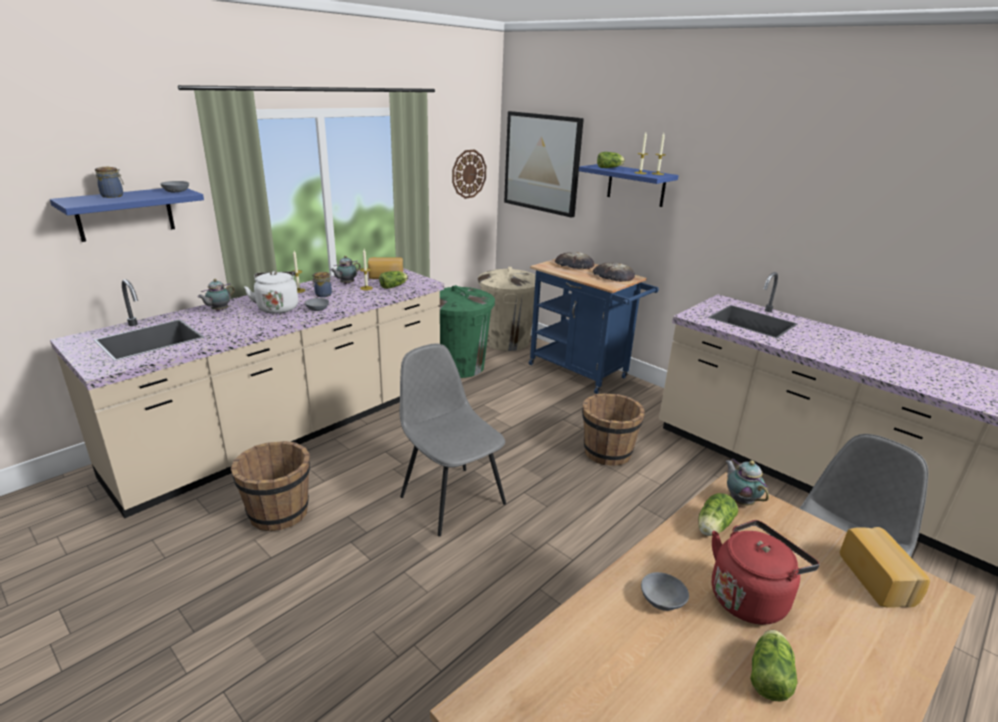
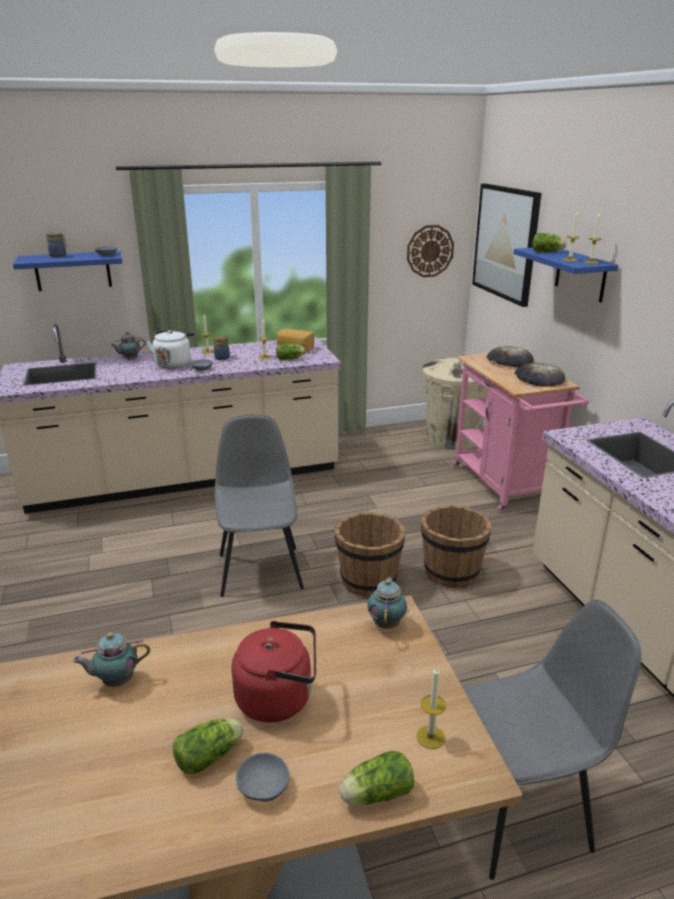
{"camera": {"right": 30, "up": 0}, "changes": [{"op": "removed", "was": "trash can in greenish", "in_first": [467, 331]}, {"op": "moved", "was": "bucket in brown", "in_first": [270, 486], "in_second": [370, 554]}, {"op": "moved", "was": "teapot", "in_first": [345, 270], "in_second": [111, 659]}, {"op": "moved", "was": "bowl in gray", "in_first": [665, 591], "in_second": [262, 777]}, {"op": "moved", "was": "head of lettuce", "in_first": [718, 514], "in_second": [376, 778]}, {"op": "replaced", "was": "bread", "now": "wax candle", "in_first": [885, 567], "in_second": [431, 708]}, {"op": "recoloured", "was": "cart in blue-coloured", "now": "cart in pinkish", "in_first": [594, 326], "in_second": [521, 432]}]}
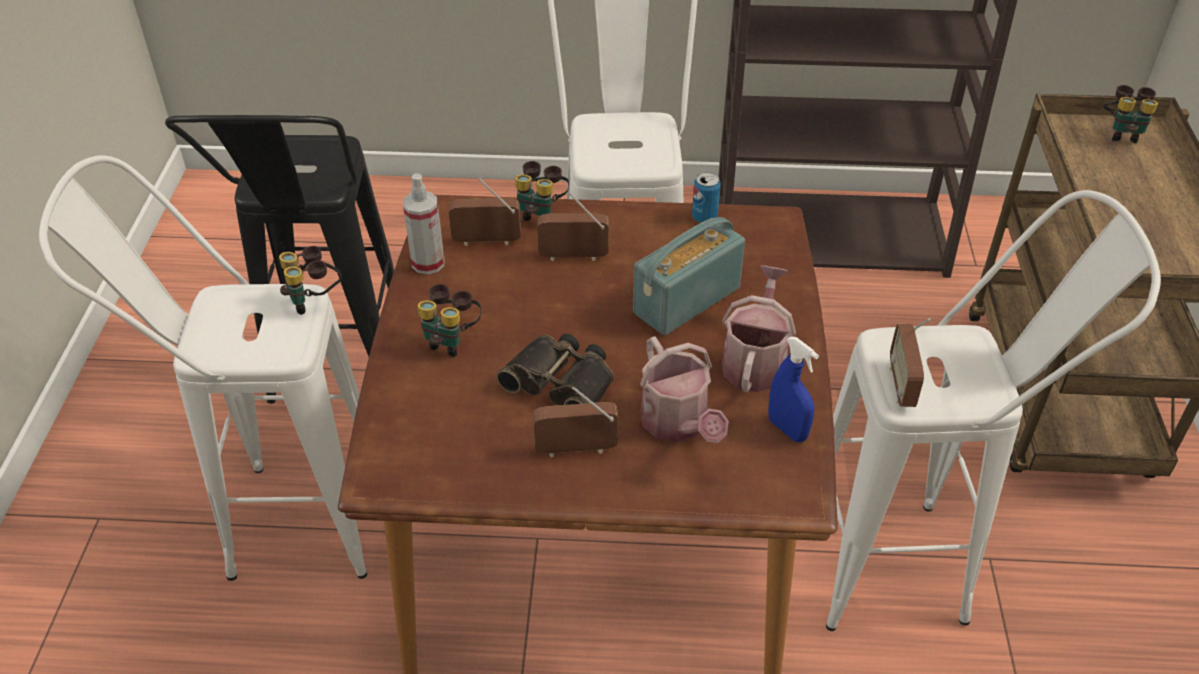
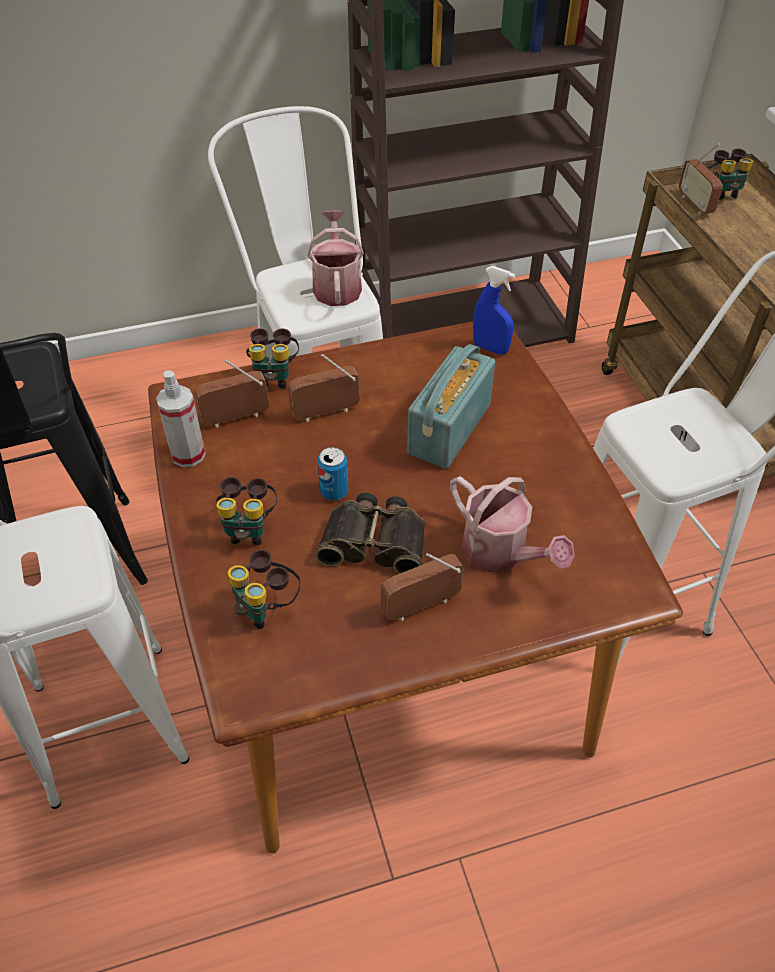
{"camera": {"right": -20, "up": 5}, "changes": [{"op": "moved", "was": "field glasses", "in_first": [310, 280], "in_second": [263, 589]}, {"op": "moved", "was": "can", "in_first": [706, 197], "in_second": [332, 473]}, {"op": "moved", "was": "sprinkling can", "in_first": [759, 328], "in_second": [335, 258]}, {"op": "moved", "was": "sprayer in blue-coloured", "in_first": [793, 389], "in_second": [494, 310]}, {"op": "moved", "was": "radio set", "in_first": [910, 362], "in_second": [701, 179]}]}
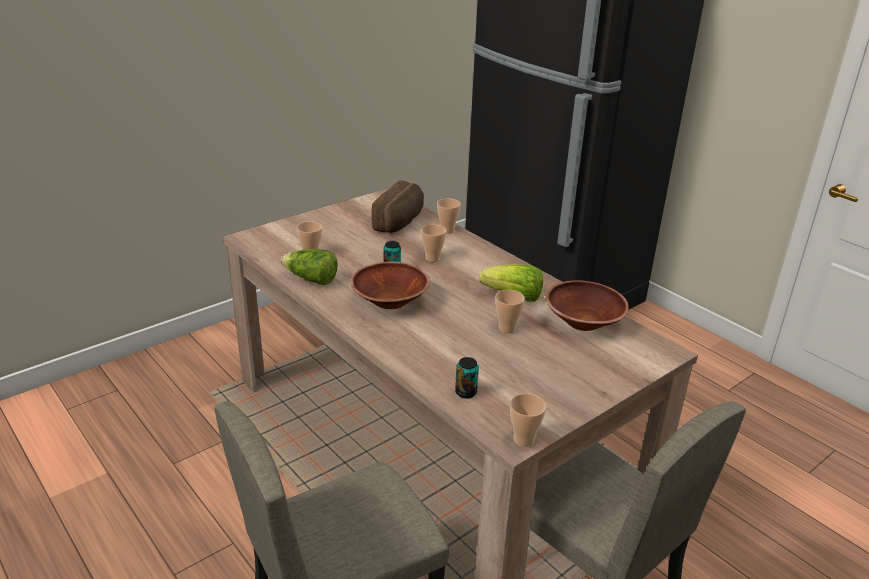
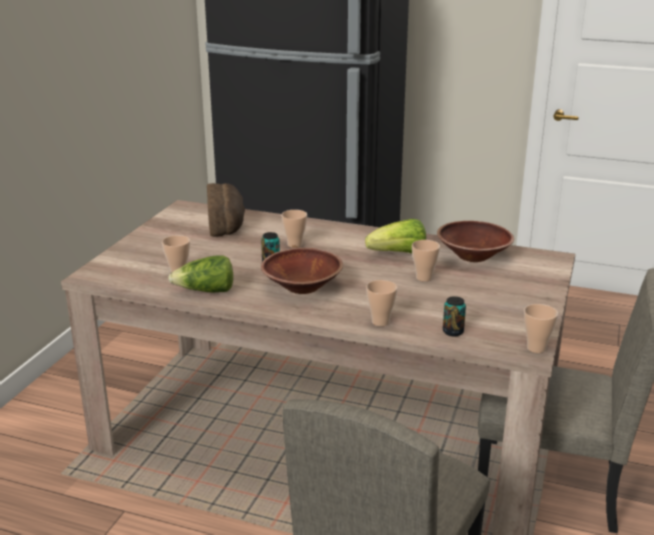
{"camera": {"right": -30, "up": -5}, "changes": [{"op": "moved", "was": "drinking cup", "in_first": [449, 216], "in_second": [381, 303]}]}
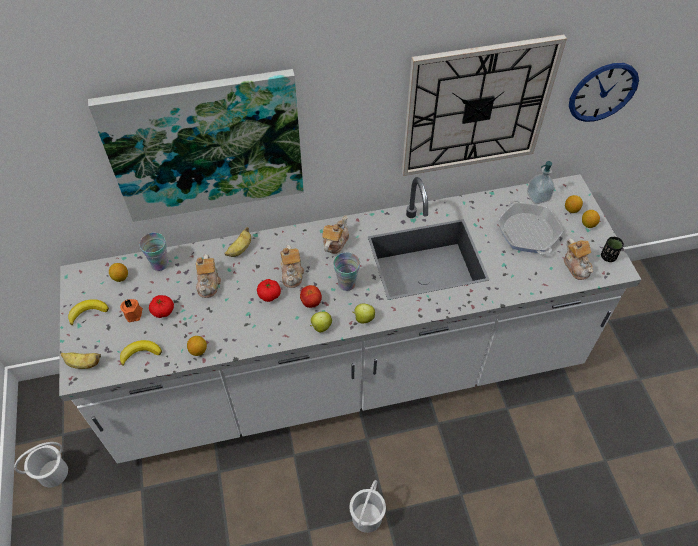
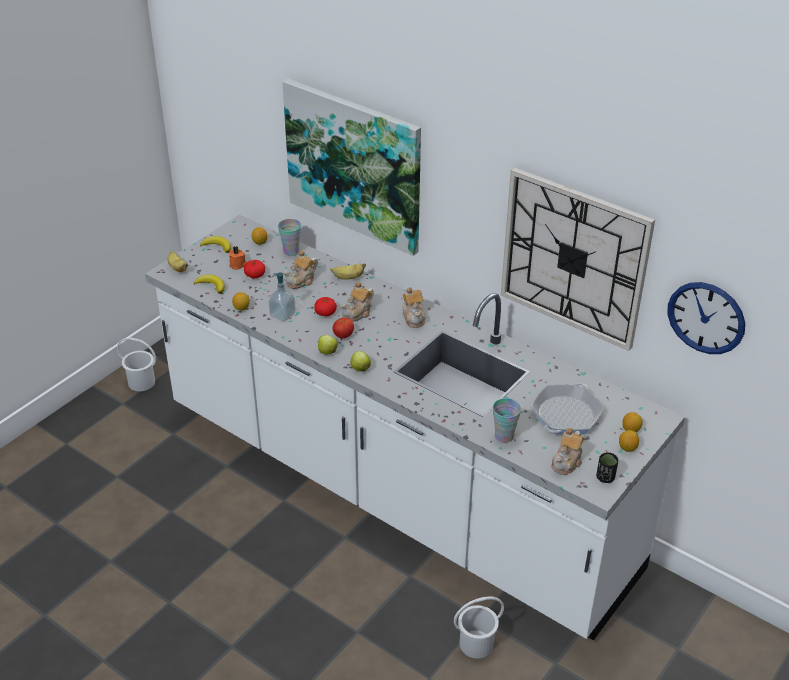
{"camera": {"right": 50, "up": -15}, "changes": [{"op": "moved", "was": "drinking cup", "in_first": [347, 271], "in_second": [507, 420]}, {"op": "moved", "was": "bucket in whitish", "in_first": [367, 506], "in_second": [479, 627]}, {"op": "moved", "was": "soap bottle", "in_first": [541, 182], "in_second": [282, 296]}, {"op": "turned", "was": "teapot", "in_first": [335, 234], "in_second": [414, 307], "clockwise": 90}]}
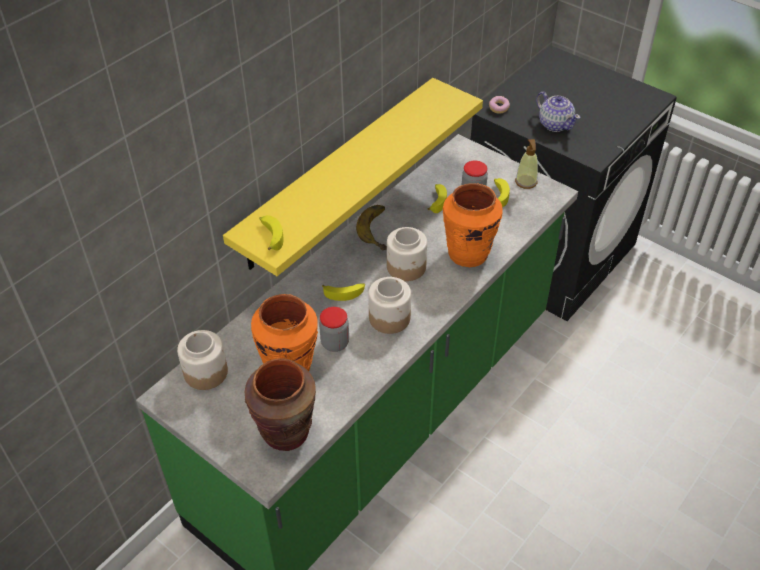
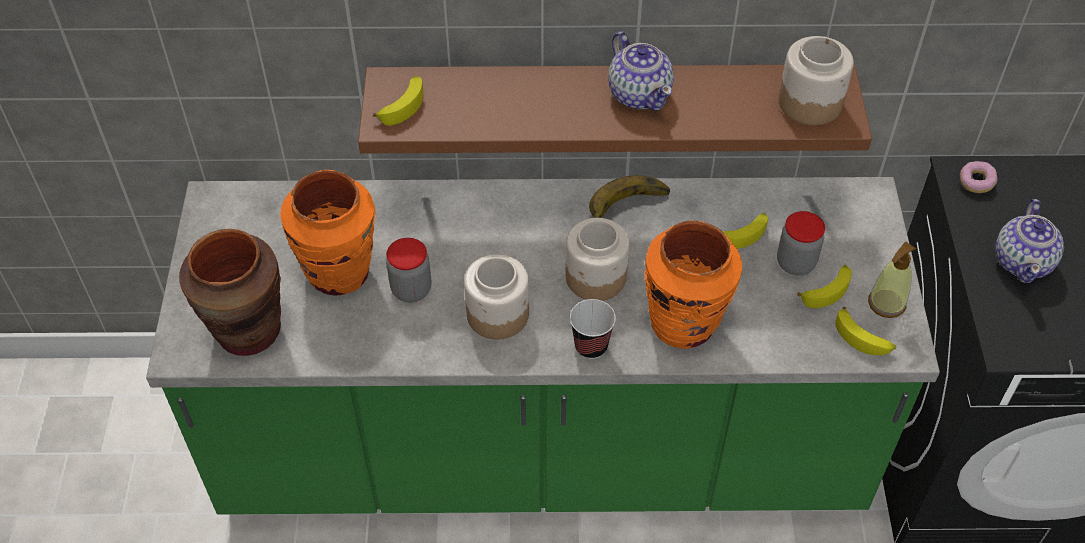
{"camera": {"right": 50, "up": 5}, "changes": [{"op": "added", "now": "drinking cup", "in_second": [593, 329]}, {"op": "added", "now": "teapot", "in_second": [641, 71]}, {"op": "moved", "was": "jar", "in_first": [202, 360], "in_second": [816, 80]}, {"op": "moved", "was": "banana fruit", "in_first": [343, 292], "in_second": [865, 331]}, {"op": "recoloured", "was": "shelf in yellow-coloured", "now": "shelf in brown", "in_first": [353, 177], "in_second": [615, 108]}]}
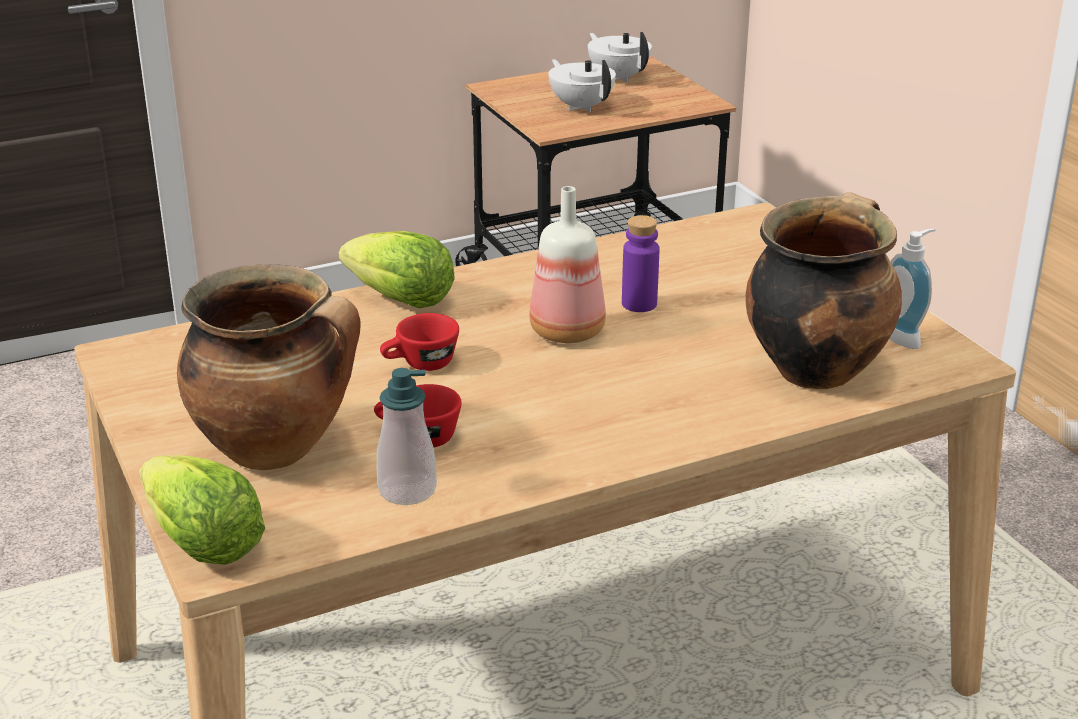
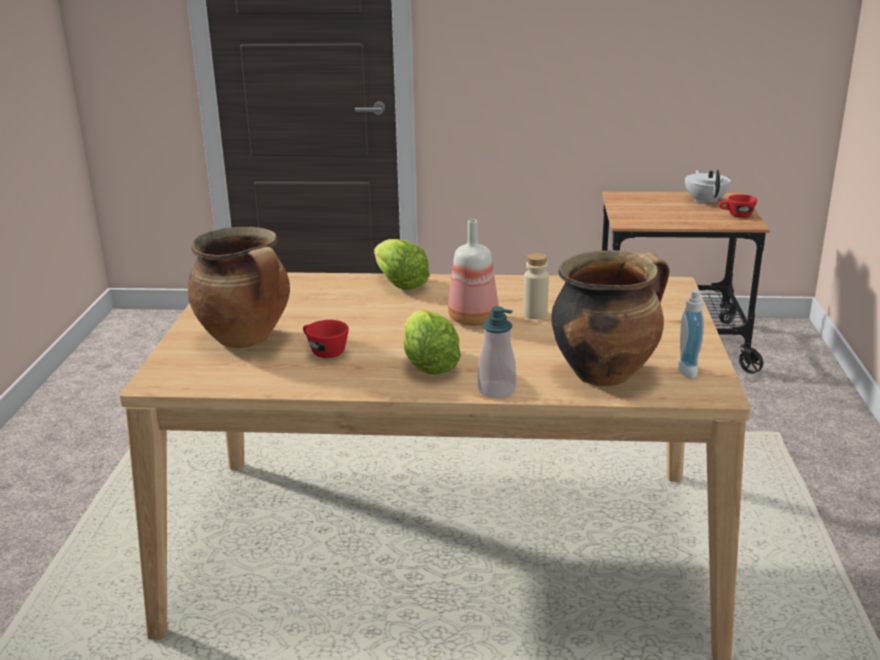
{"camera": {"right": 30, "up": -5}, "changes": [{"op": "removed", "was": "teapot in whitish", "in_first": [582, 85]}, {"op": "moved", "was": "head of lettuce", "in_first": [202, 510], "in_second": [432, 341]}, {"op": "moved", "was": "soap bottle", "in_first": [407, 436], "in_second": [497, 352]}, {"op": "moved", "was": "drinking cup in red", "in_first": [419, 342], "in_second": [738, 206]}, {"op": "recoloured", "was": "bottle in purple-coloured", "now": "bottle in beige", "in_first": [640, 263], "in_second": [536, 286]}]}
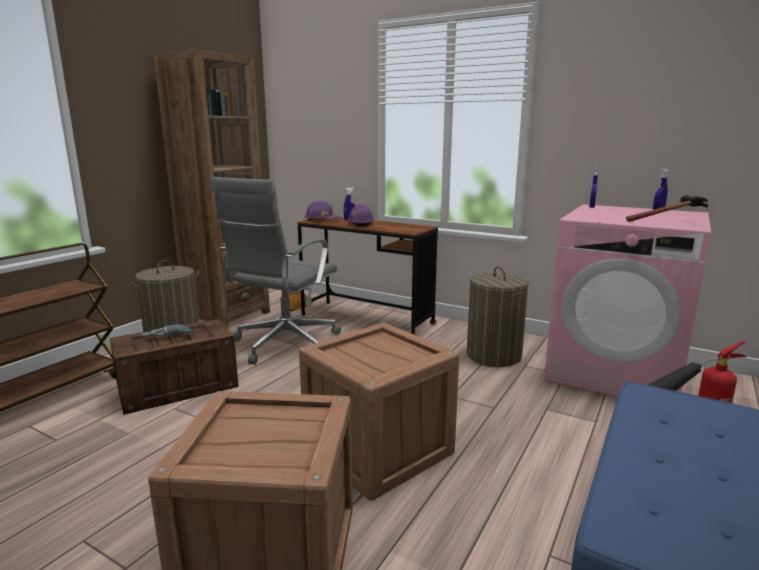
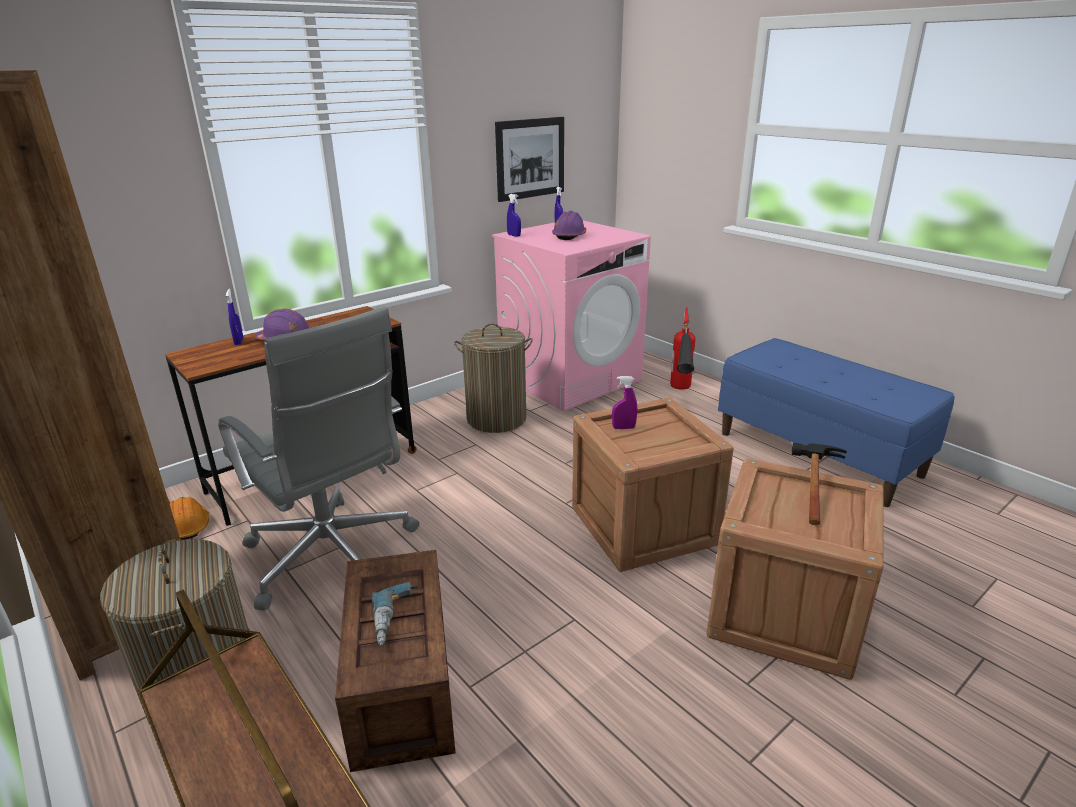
{"camera": {"right": -70, "up": 10}, "changes": [{"op": "added", "now": "wall art", "in_second": [529, 159]}, {"op": "added", "now": "sprayer in purple-coloured", "in_second": [624, 402]}, {"op": "moved", "was": "hard hat in purple-coloured", "in_first": [321, 211], "in_second": [569, 225]}, {"op": "moved", "was": "hand hammer", "in_first": [667, 209], "in_second": [819, 484]}]}
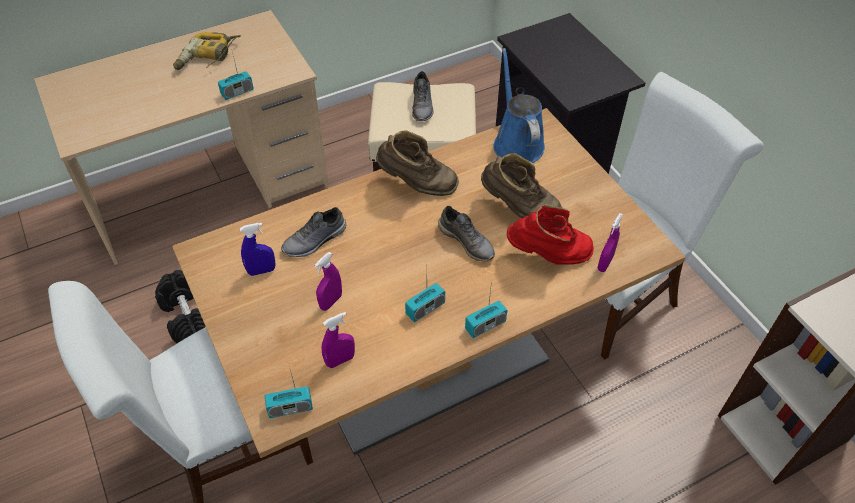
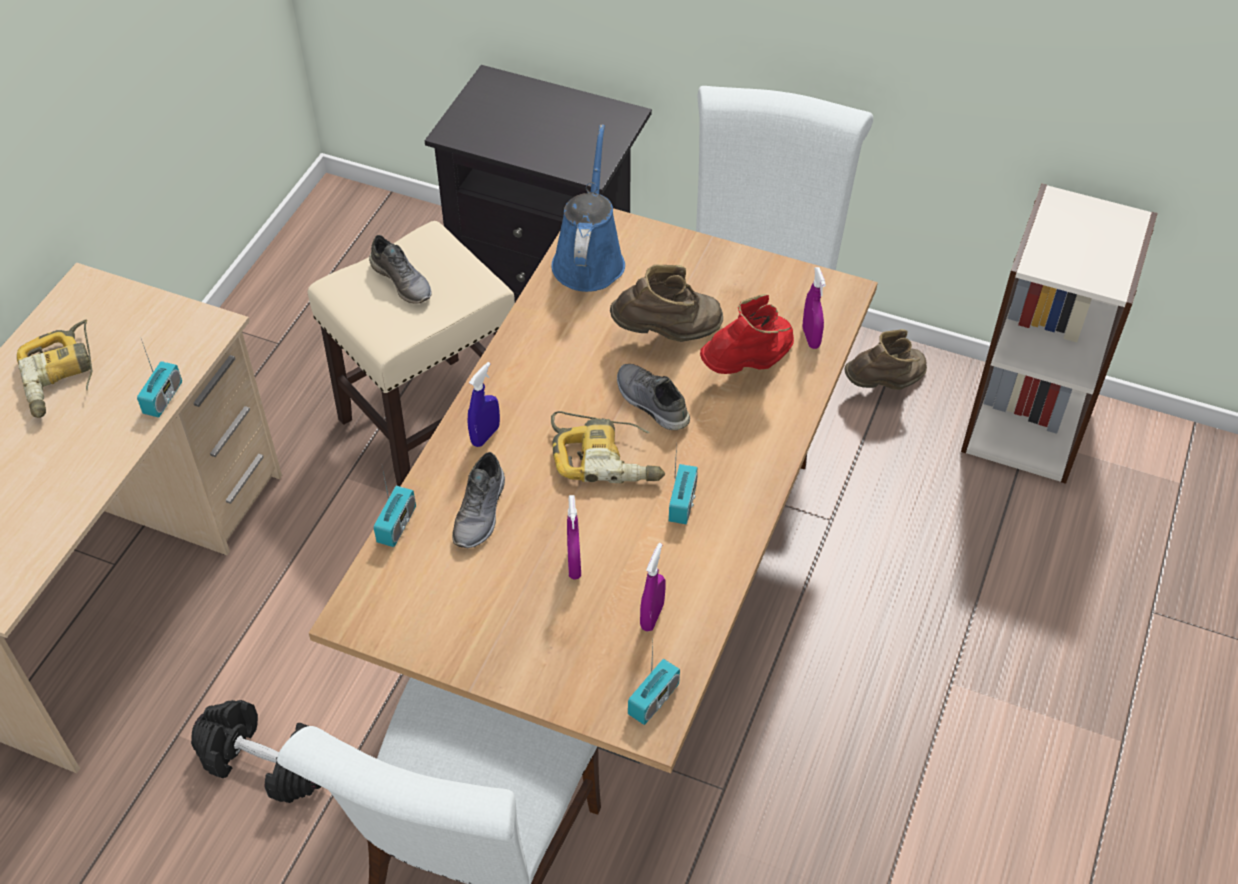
{"camera": {"right": -40, "up": 0}, "changes": [{"op": "added", "now": "drill", "in_second": [608, 447]}, {"op": "moved", "was": "sprayer in blue-coloured", "in_first": [258, 249], "in_second": [483, 404]}, {"op": "moved", "was": "tall boot in brown", "in_first": [417, 163], "in_second": [885, 359]}, {"op": "moved", "was": "radio set", "in_first": [486, 309], "in_second": [395, 507]}, {"op": "turned", "was": "low shoe in gray", "in_first": [466, 234], "in_second": [653, 397], "clockwise": -135}, {"op": "turned", "was": "sprinkling can in blue-coloured", "in_first": [519, 105], "in_second": [588, 208], "clockwise": 60}]}
